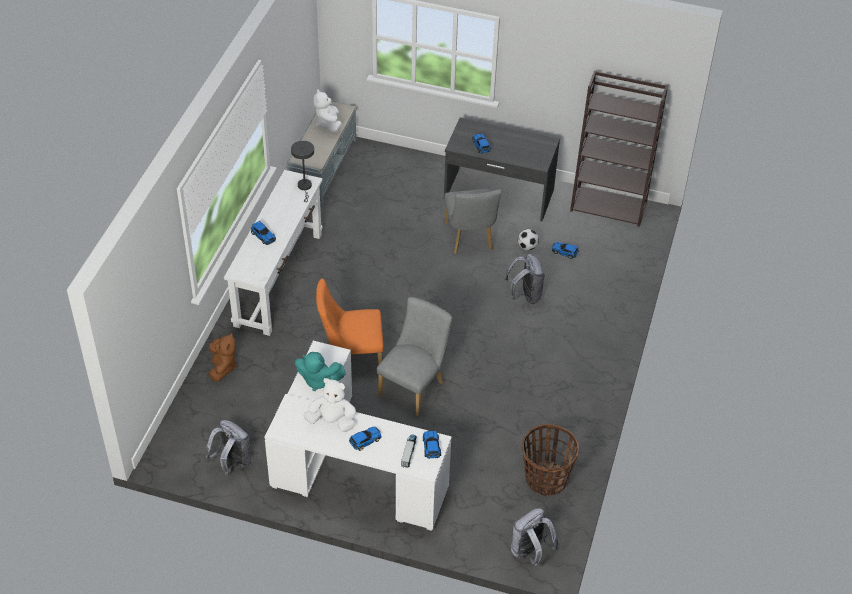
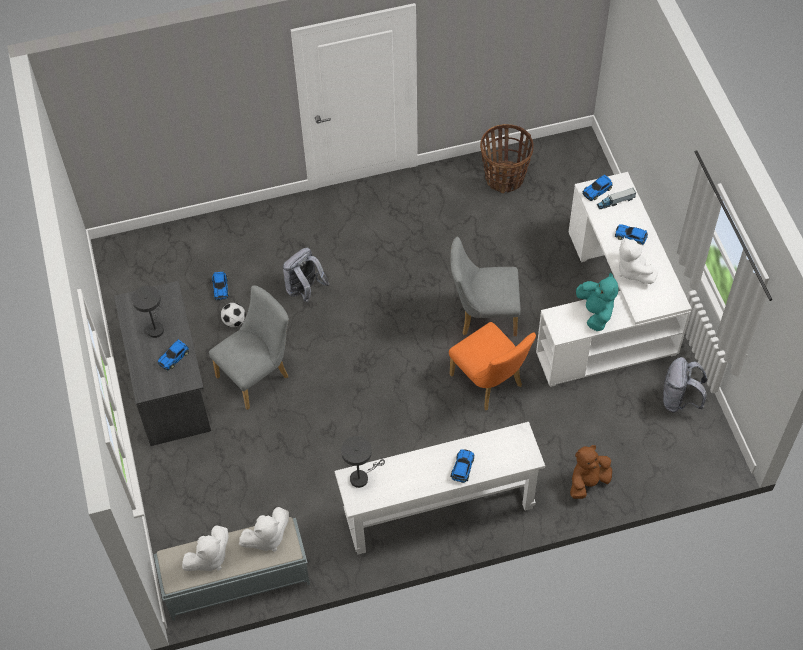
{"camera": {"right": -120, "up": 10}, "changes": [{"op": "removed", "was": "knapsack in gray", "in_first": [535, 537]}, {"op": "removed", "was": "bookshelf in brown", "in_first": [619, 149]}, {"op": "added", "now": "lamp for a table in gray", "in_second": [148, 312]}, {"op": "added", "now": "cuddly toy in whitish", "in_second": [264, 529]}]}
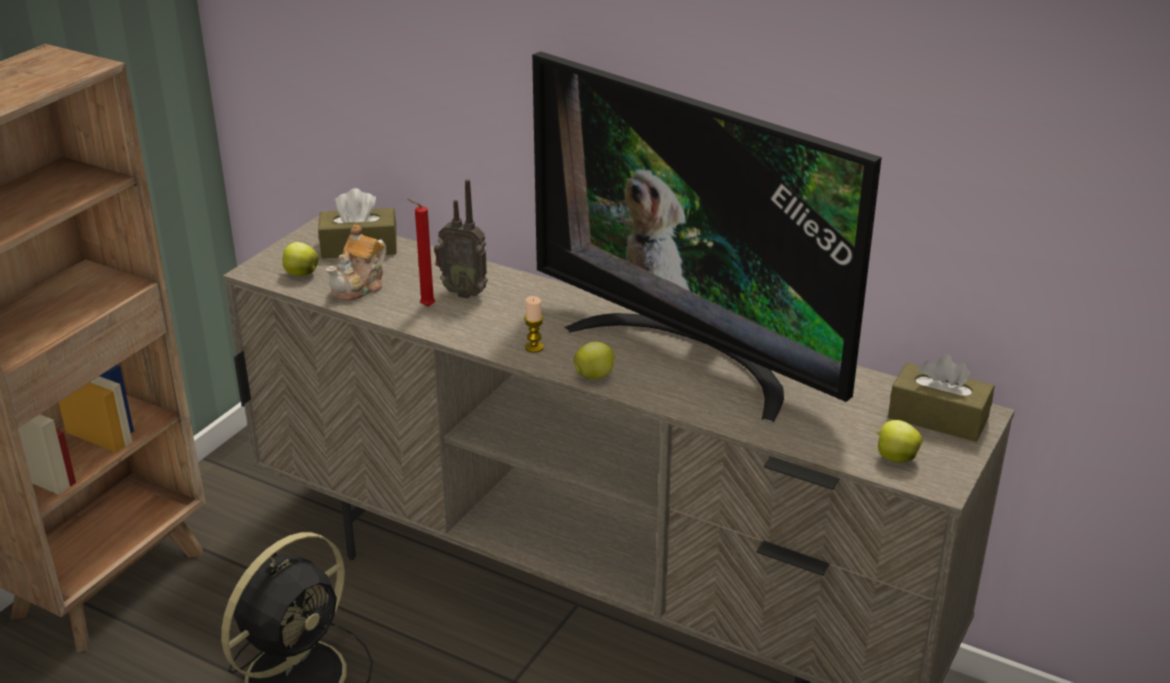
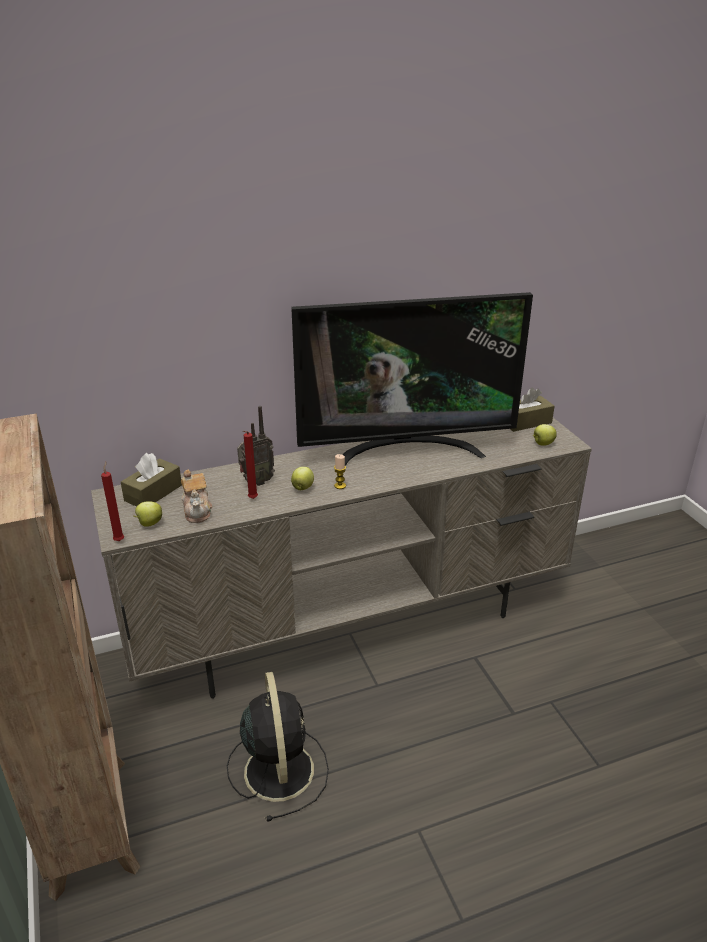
{"camera": {"right": -50, "up": 0}, "changes": [{"op": "added", "now": "wax candle in red", "in_second": [112, 501]}, {"op": "moved", "was": "whole apple", "in_first": [595, 360], "in_second": [302, 478]}]}
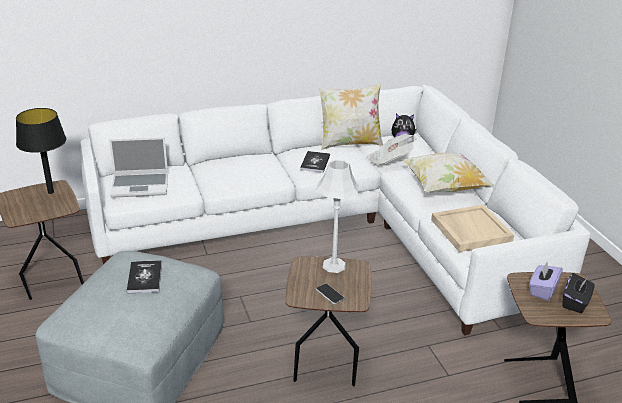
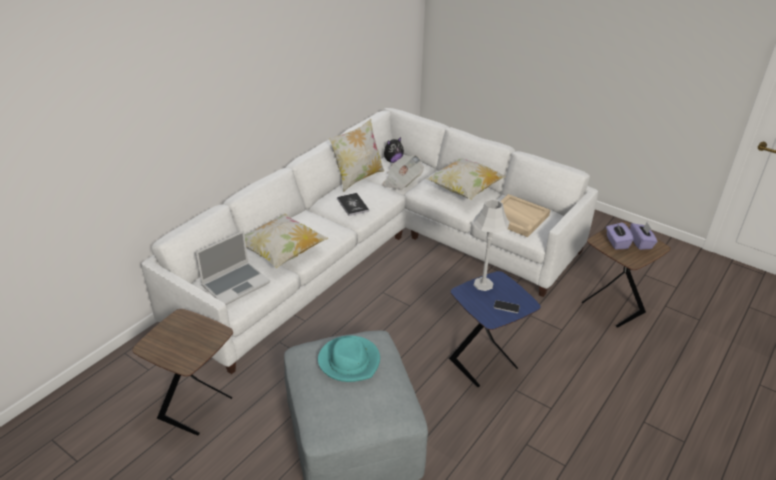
{"camera": {"right": -35, "up": 5}, "changes": [{"op": "removed", "was": "lamp for a table in black-coloured", "in_first": [41, 151]}, {"op": "added", "now": "cushion", "in_second": [286, 241]}, {"op": "replaced", "was": "volume", "now": "hat in turquoise", "in_first": [144, 277], "in_second": [349, 358]}, {"op": "recoloured", "was": "accent table in brown", "now": "accent table in blue-coloured", "in_first": [329, 321], "in_second": [495, 329]}, {"op": "recoloured", "was": "tissue box in black-coloured", "now": "tissue box in purple-coloured", "in_first": [578, 293], "in_second": [644, 236]}]}
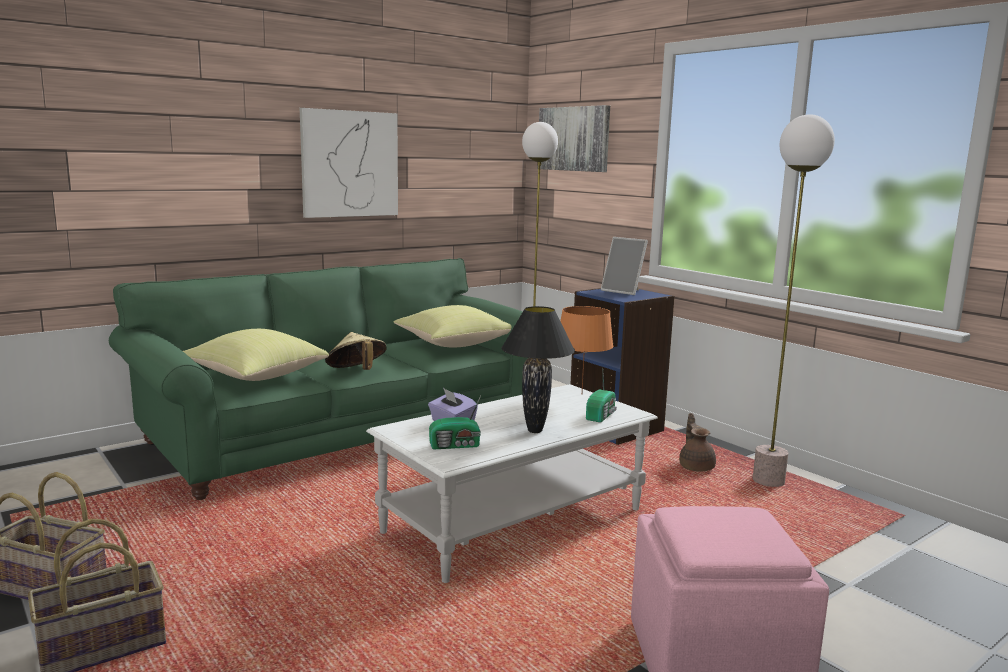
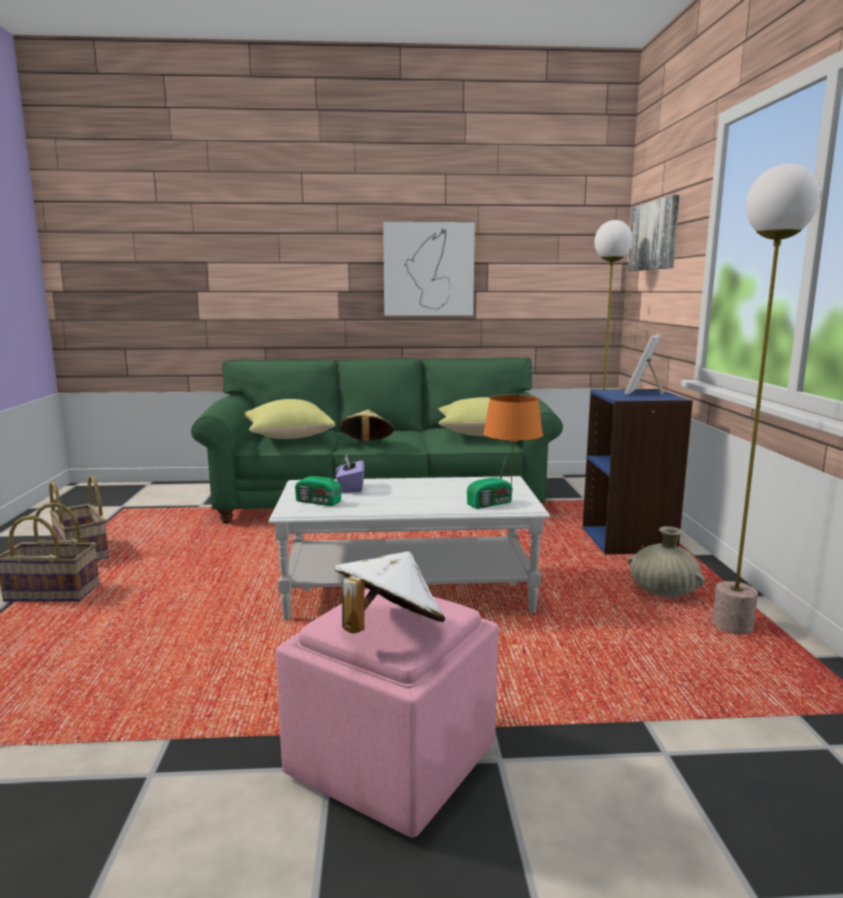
{"camera": {"right": 35, "up": 0}, "changes": [{"op": "removed", "was": "lamp for a table in black-coloured", "in_first": [538, 369]}, {"op": "added", "now": "hat in whitish", "in_second": [389, 592]}, {"op": "replaced", "was": "teapot in brown", "now": "flower vase in beige", "in_first": [697, 442], "in_second": [666, 562]}, {"op": "turned", "was": "picture frame", "in_first": [624, 266], "in_second": [645, 364], "clockwise": 45}]}
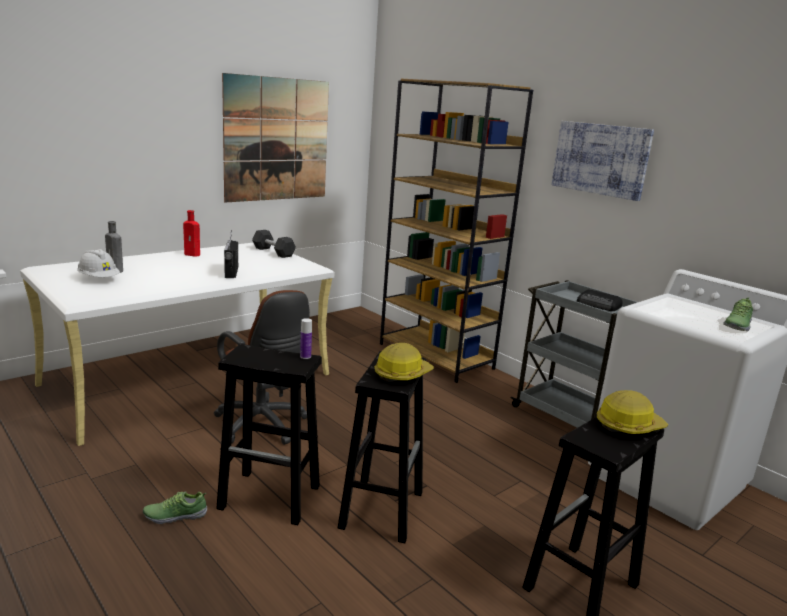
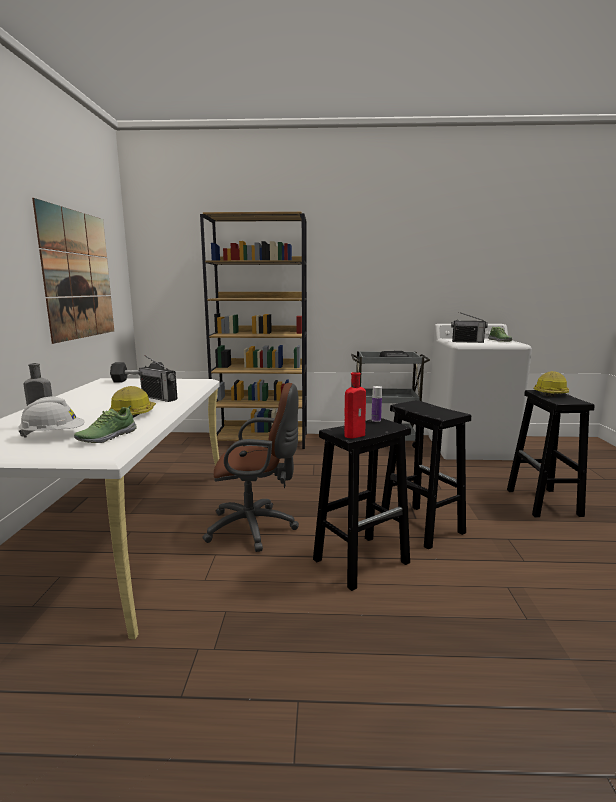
{"camera": {"right": -45, "up": -5}, "changes": [{"op": "removed", "was": "wall art", "in_first": [603, 161]}, {"op": "added", "now": "radio set", "in_second": [469, 327]}, {"op": "moved", "was": "low shoe", "in_first": [175, 507], "in_second": [105, 424]}, {"op": "moved", "was": "bottle in red", "in_first": [191, 233], "in_second": [355, 405]}, {"op": "moved", "was": "hard hat", "in_first": [404, 362], "in_second": [132, 402]}]}
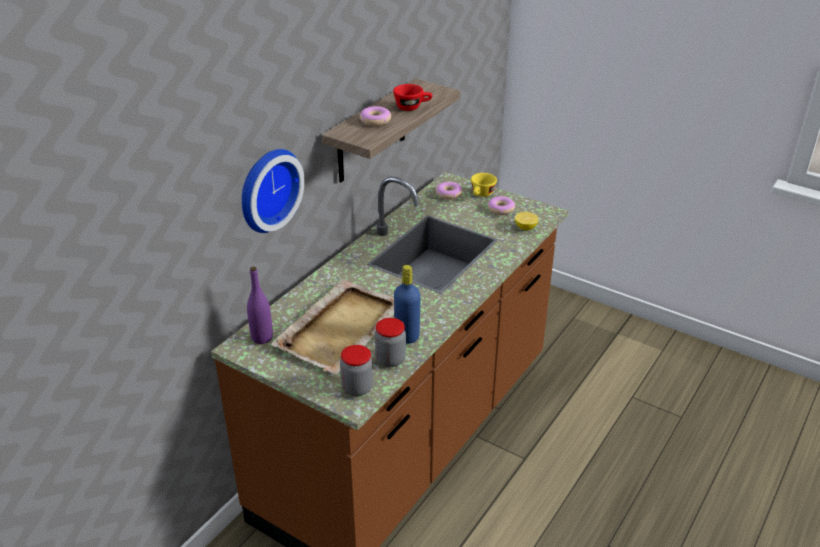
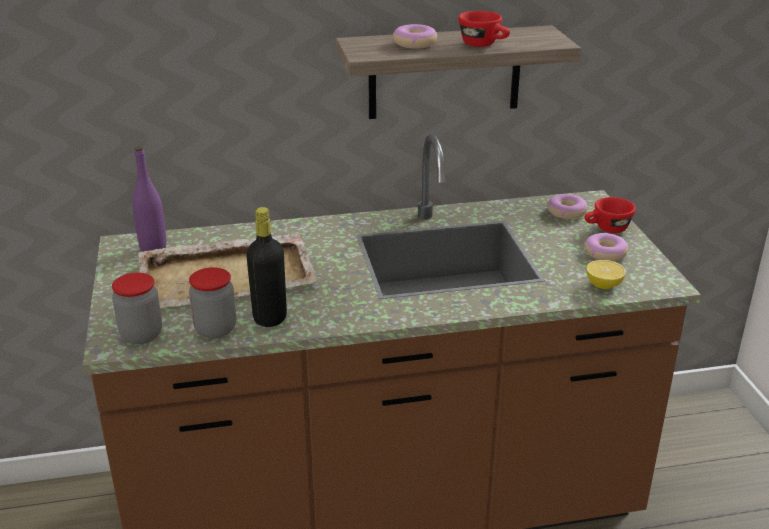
{"camera": {"right": 45, "up": -5}, "changes": [{"op": "removed", "was": "wall clock", "in_first": [273, 191]}, {"op": "recoloured", "was": "bottle in blue-coloured", "now": "bottle in black-coloured", "in_first": [407, 304], "in_second": [266, 267]}, {"op": "recoloured", "was": "drinking cup in yellow-coloured", "now": "drinking cup in red", "in_first": [484, 185], "in_second": [610, 215]}]}
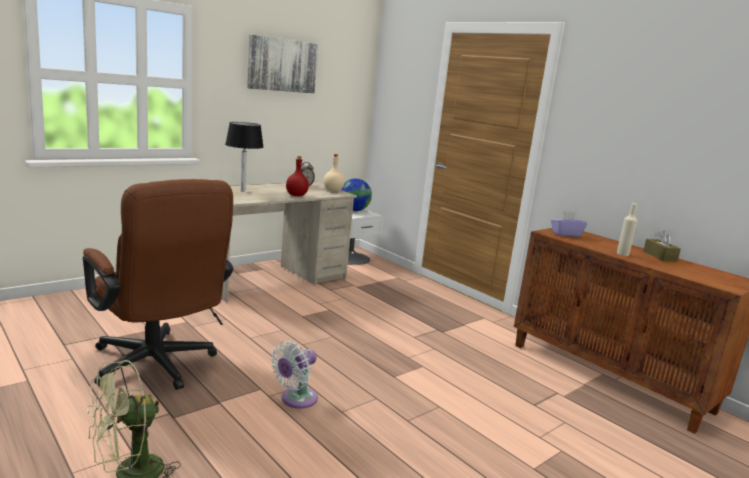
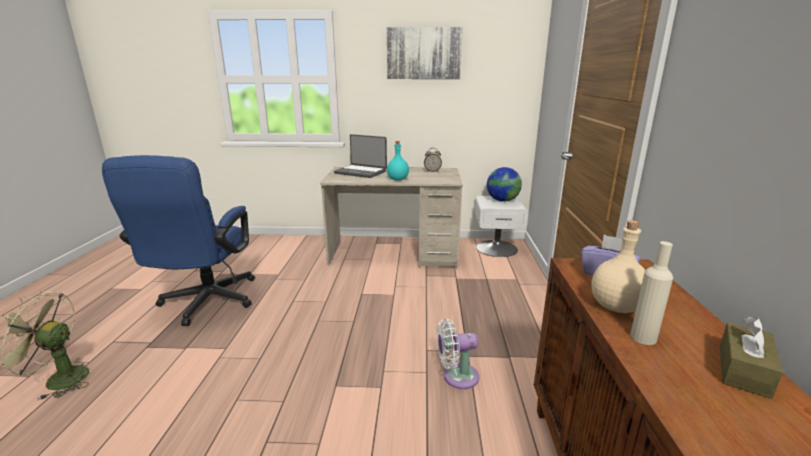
{"camera": {"right": 45, "up": 5}, "changes": [{"op": "moved", "was": "electric fan in whitish", "in_first": [294, 375], "in_second": [458, 354]}, {"op": "moved", "was": "bottle in beige", "in_first": [334, 173], "in_second": [618, 266]}, {"op": "replaced", "was": "lamp for a table in black-coloured", "now": "notebook computer", "in_first": [244, 157], "in_second": [360, 156]}, {"op": "recoloured", "was": "desk chair in brown", "now": "desk chair in blue-coloured", "in_first": [158, 284], "in_second": [178, 240]}, {"op": "recoloured", "was": "bottle in red", "now": "bottle in turquoise", "in_first": [297, 176], "in_second": [398, 160]}]}
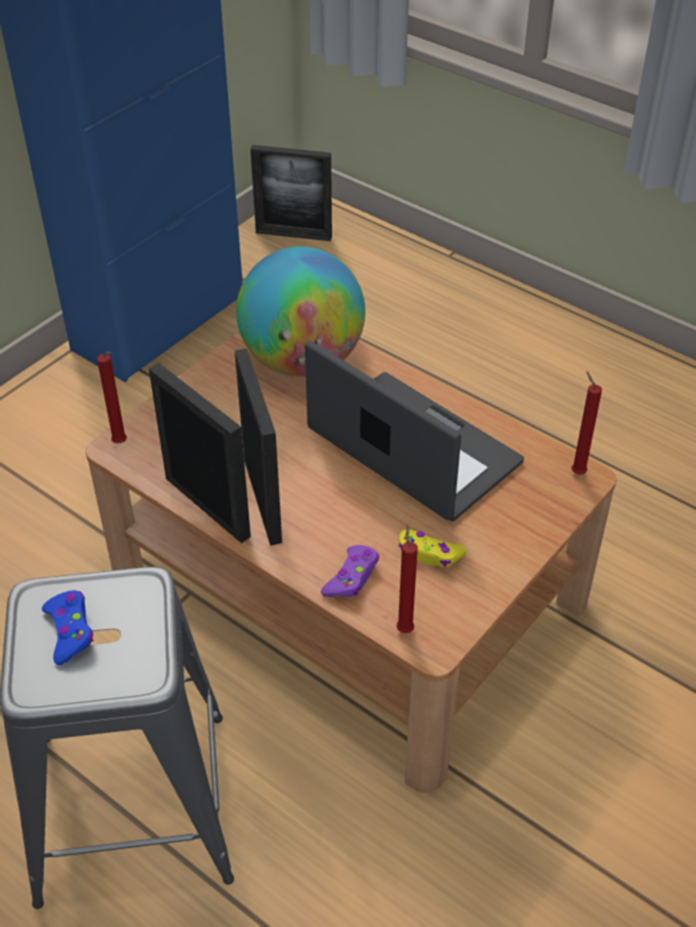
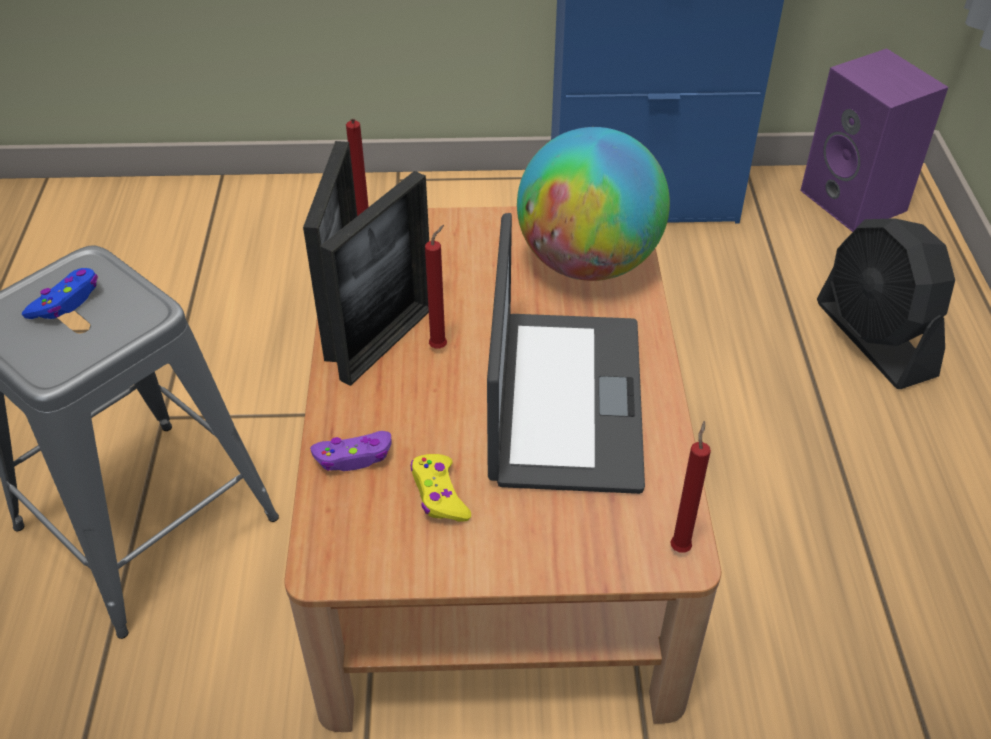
{"camera": {"right": 50, "up": 0}, "changes": [{"op": "added", "now": "electric fan in black-coloured", "in_second": [886, 303]}, {"op": "moved", "was": "wax candle in red", "in_first": [407, 579], "in_second": [436, 286]}, {"op": "replaced", "was": "picture frame", "now": "audio speaker in purple-coloured", "in_first": [291, 193], "in_second": [874, 140]}]}
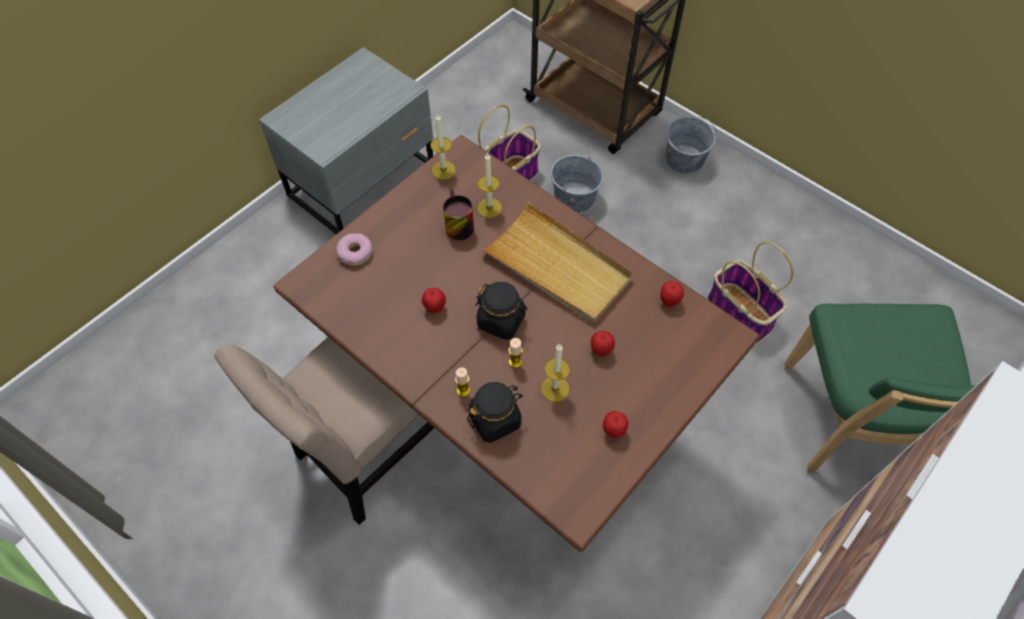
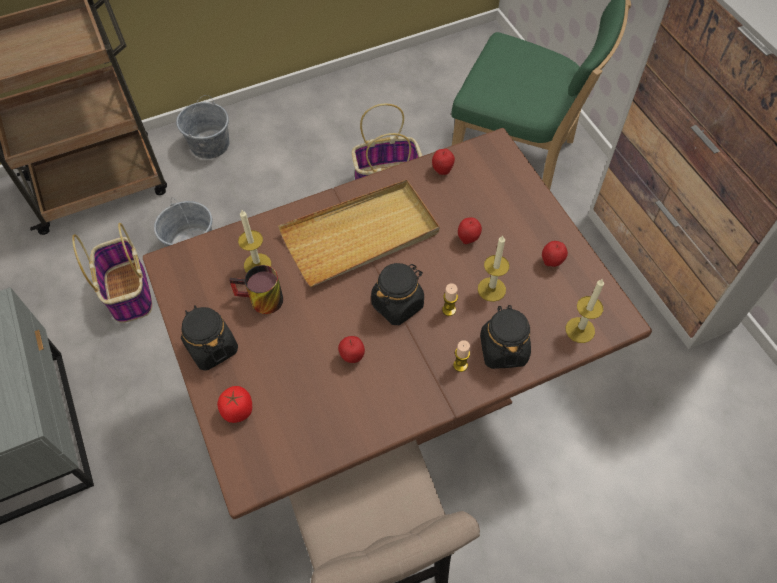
{"camera": {"right": -65, "up": 0}, "changes": [{"op": "added", "now": "jar in black-coloured", "in_second": [209, 338]}, {"op": "moved", "was": "wax candle", "in_first": [443, 146], "in_second": [584, 311]}, {"op": "replaced", "was": "donut", "now": "fresh tomato", "in_first": [354, 249], "in_second": [234, 404]}]}
